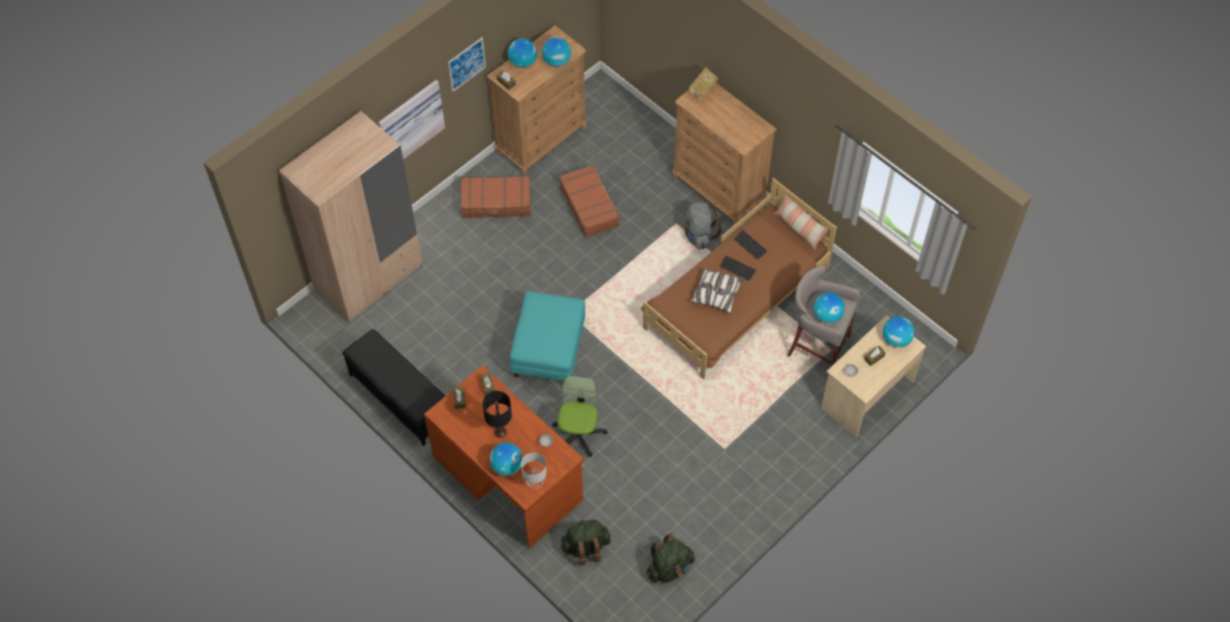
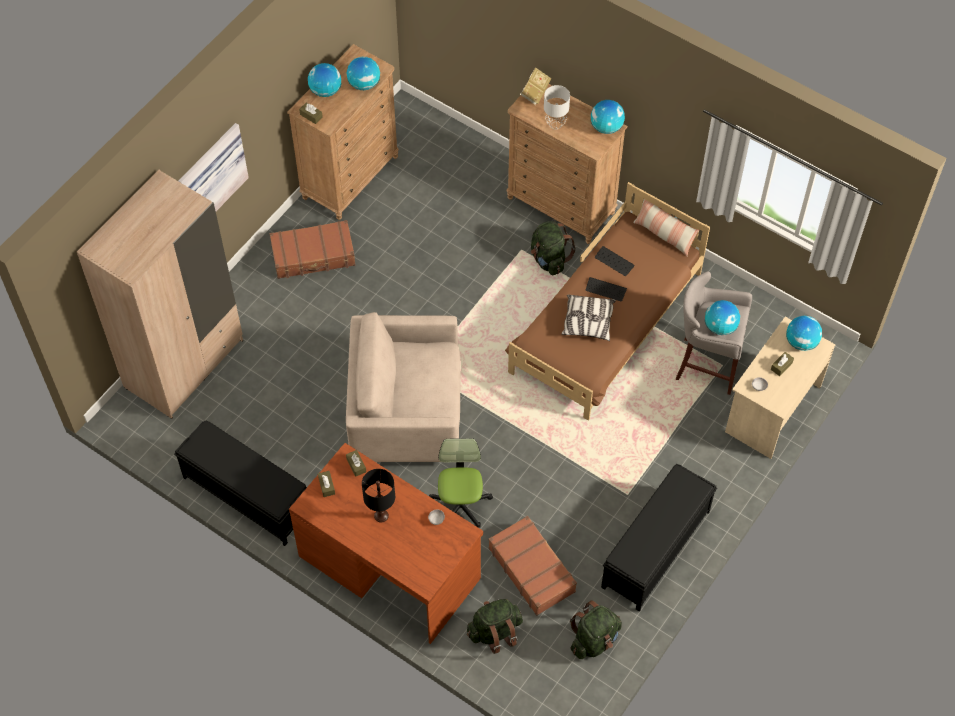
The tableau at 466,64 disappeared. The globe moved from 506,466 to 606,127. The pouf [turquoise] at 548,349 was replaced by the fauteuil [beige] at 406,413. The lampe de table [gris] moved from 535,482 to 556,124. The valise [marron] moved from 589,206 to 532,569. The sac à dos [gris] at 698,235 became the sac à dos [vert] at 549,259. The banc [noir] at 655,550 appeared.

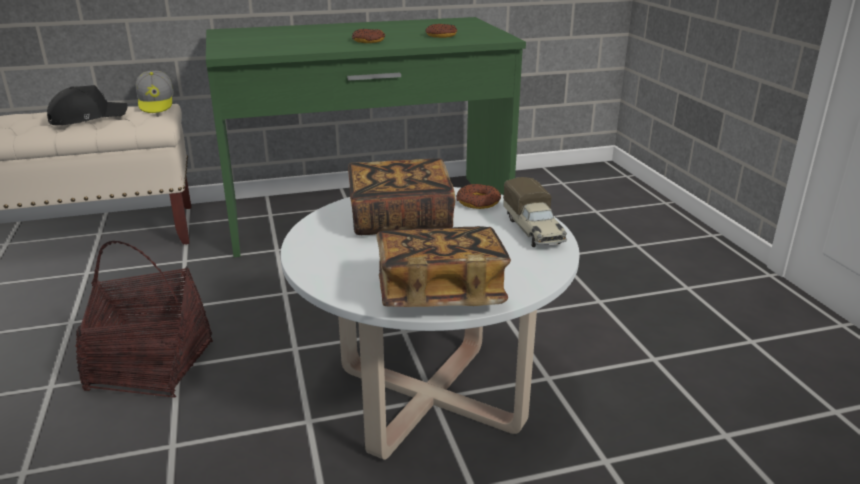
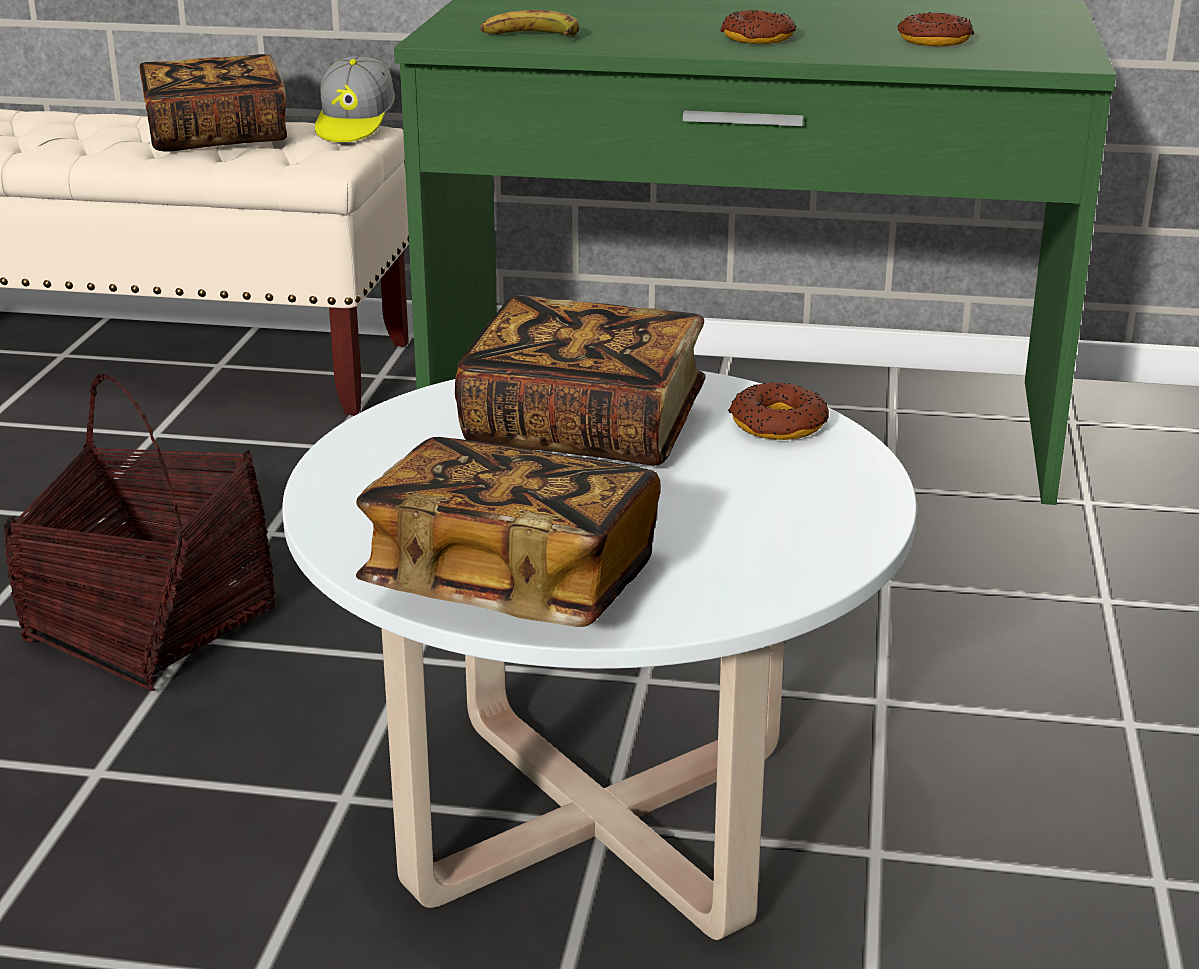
The casquette [noir] at 87,117 was replaced by the livre at 217,136. The camion jouet at 534,231 disappeared. The banane at 530,36 appeared.

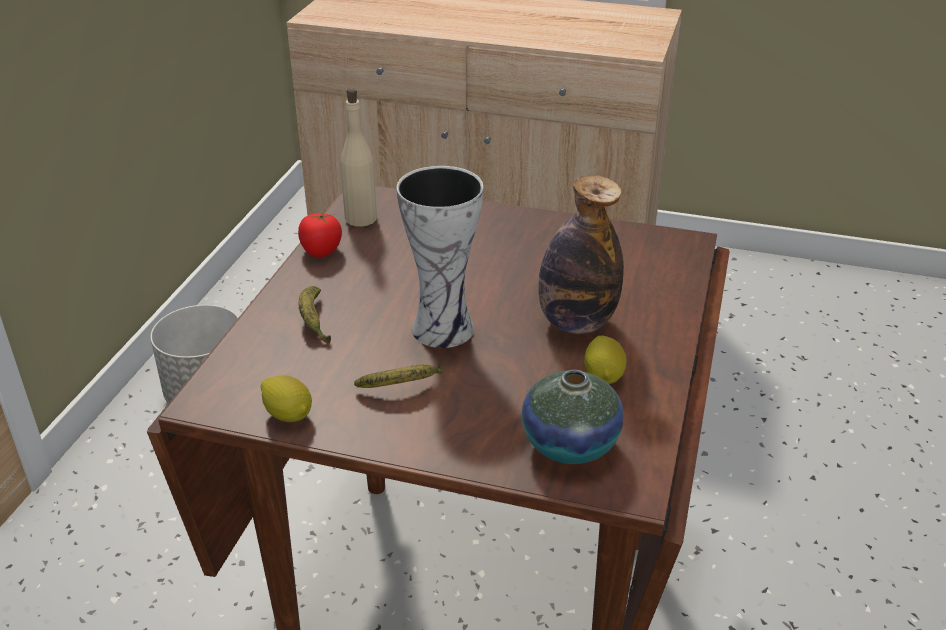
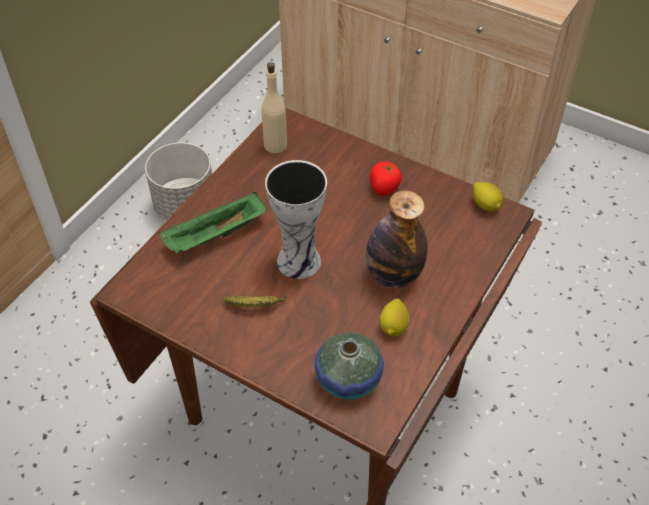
The citron moved from 288,415 to 485,205. The tomate moved from 321,250 to 384,188. The banane at 314,321 was replaced by the plateau [vert] at 215,236.

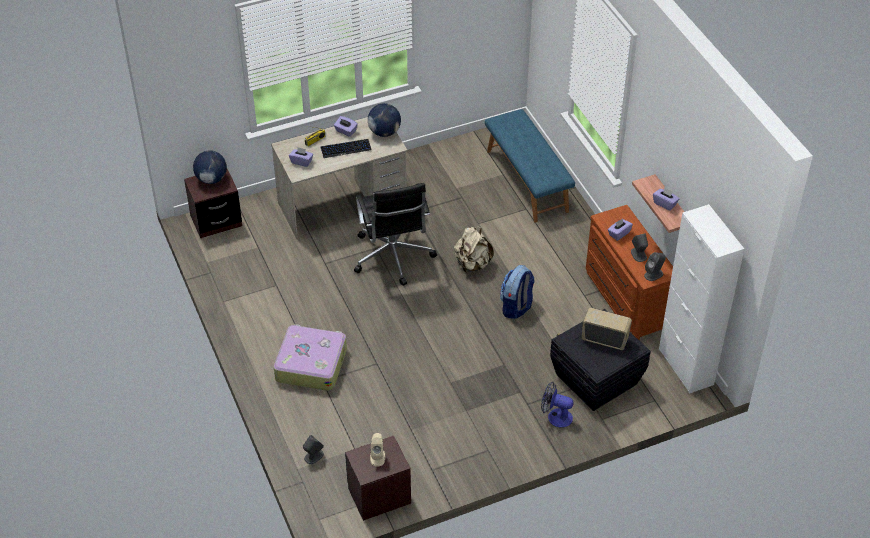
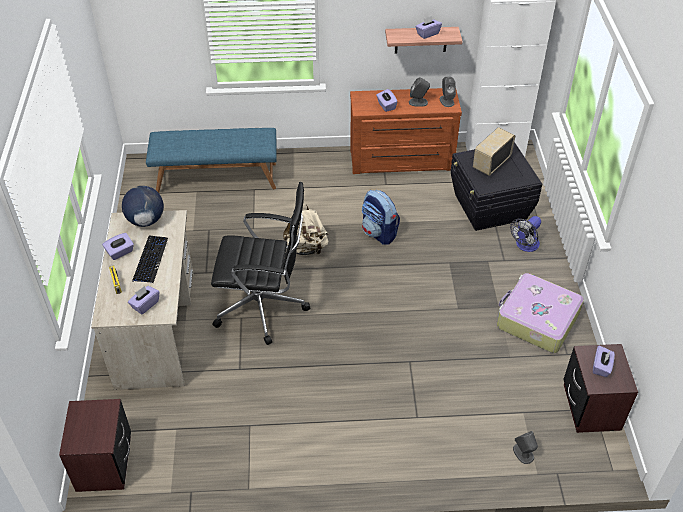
The globe at 211,179 disappeared. The valise moved from 311,364 to 536,320. The enceinte [beige] at 377,457 was replaced by the boîte à mouchoirs [violet] at 601,367.

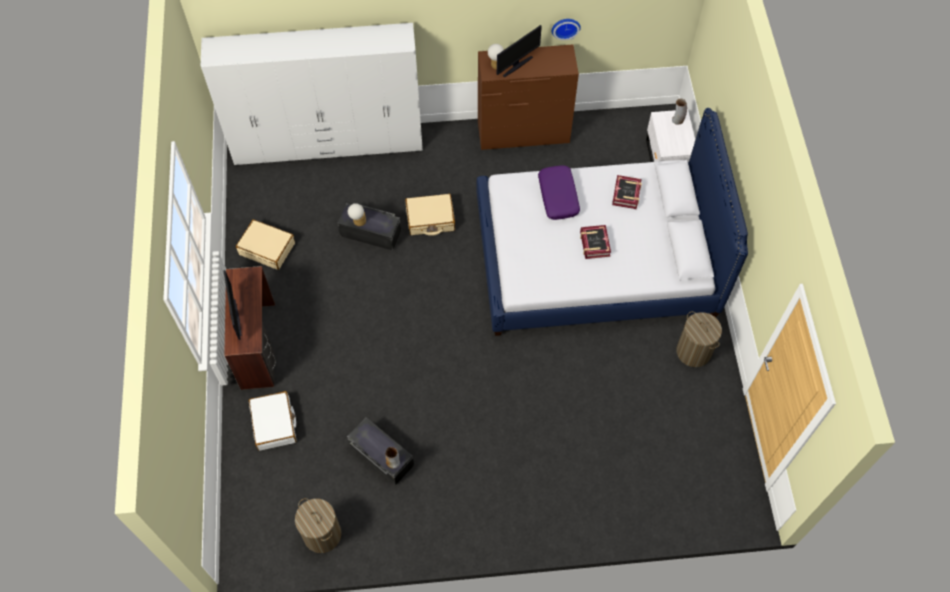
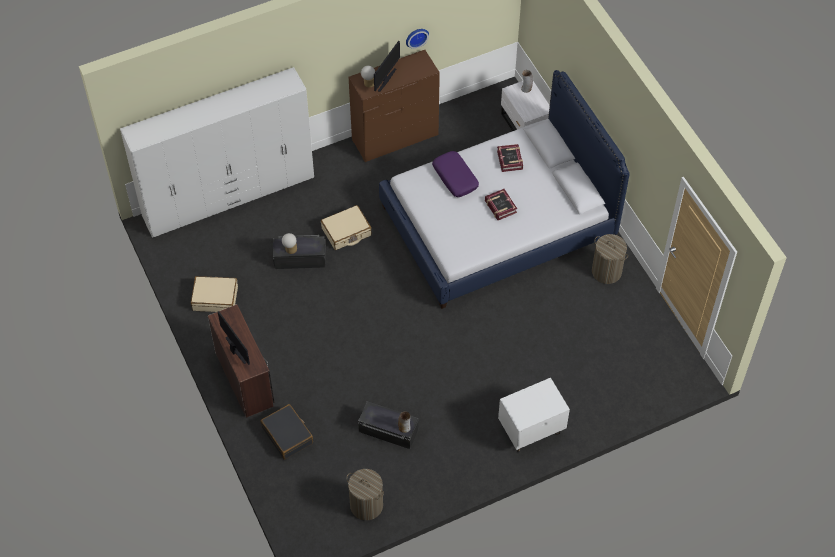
The valise [blanc] at 274,424 became the valise [noir] at 287,435. The table de chevet [blanc] at 531,431 appeared.

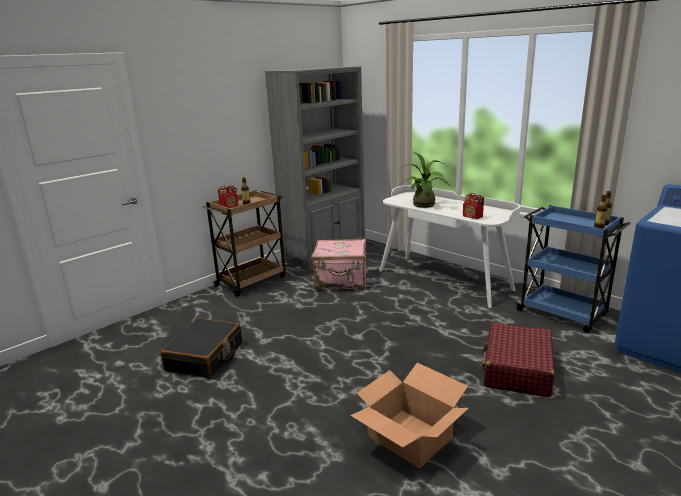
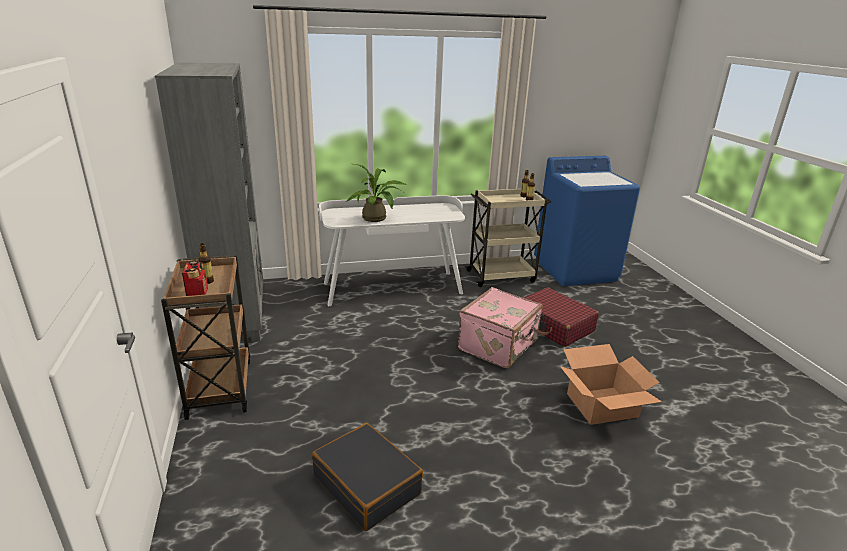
The valise [rose] moved from 341,281 to 499,346. The radio at 472,217 disappeared. The chariot [bleu] at 563,313 became the chariot [beige] at 502,276.

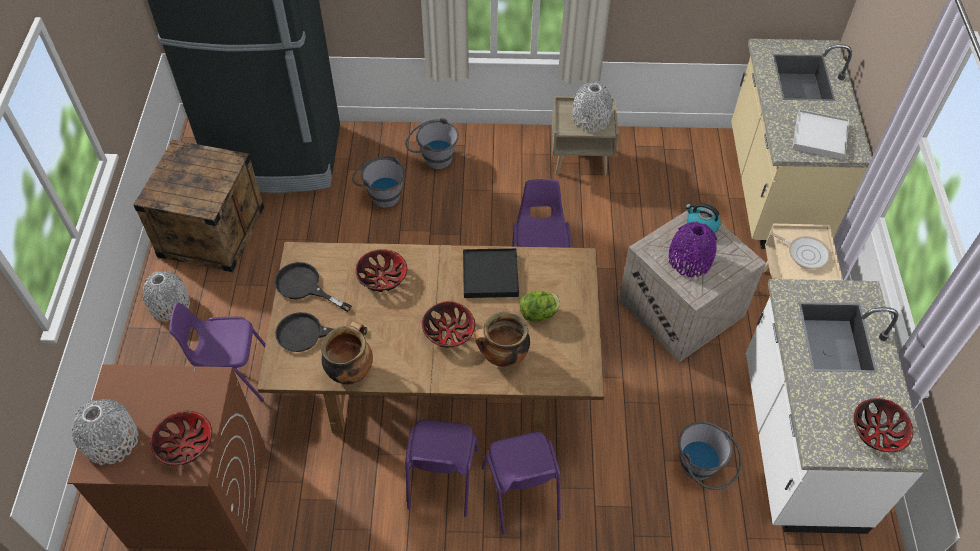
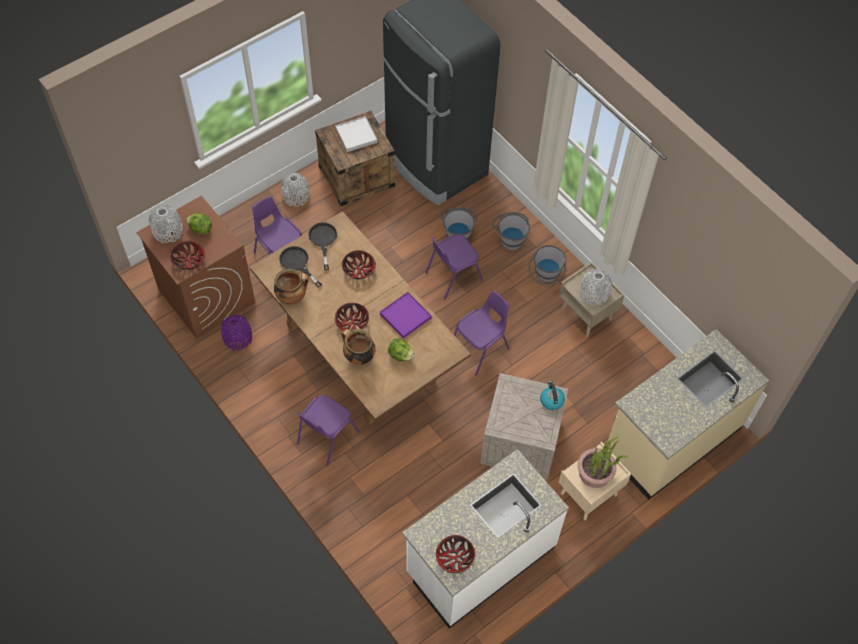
The chaise [violet] moved from 441,479 to 453,276. The plateau [noir] at 490,275 became the plateau [violet] at 405,316. The vase [violet] moved from 689,260 to 238,338. The seau [gris] moved from 702,470 to 545,277. The poêle at 805,253 was replaced by the plante en pot at 595,473. The plateau [blanc] moved from 819,136 to 356,135. The laitue at 200,229 appeared.

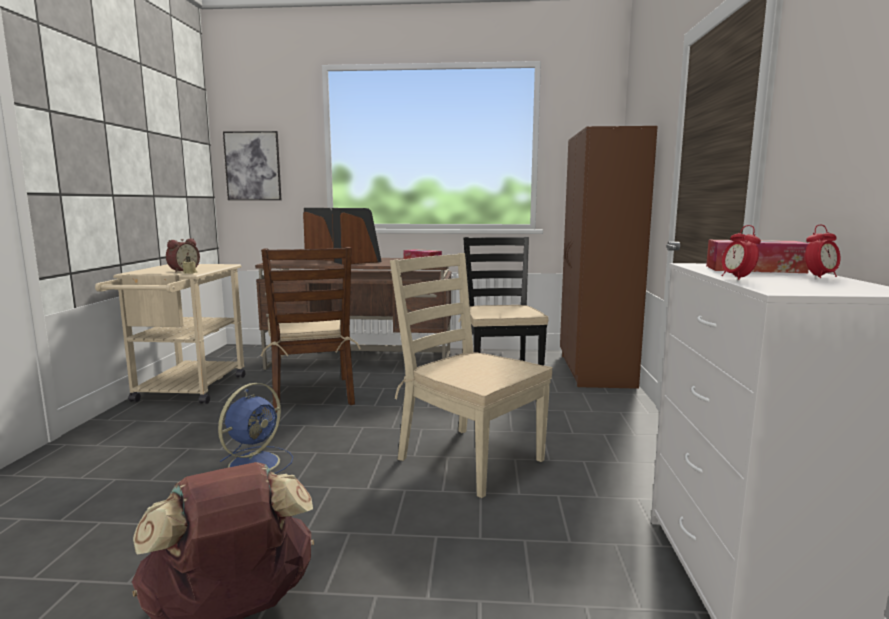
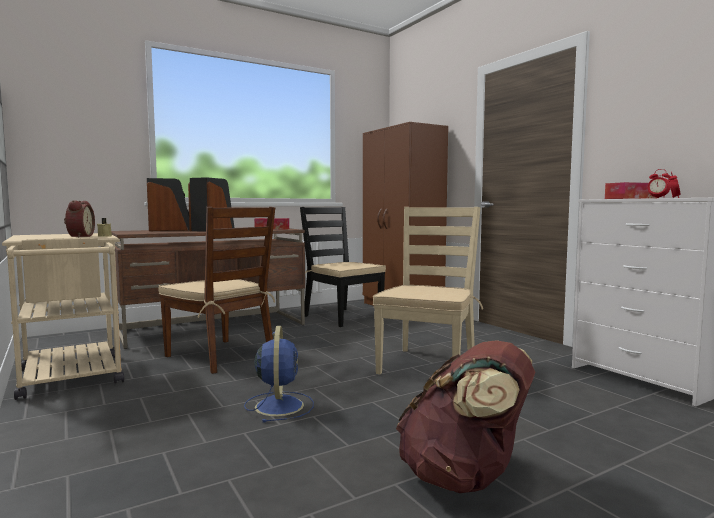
The tableau at 253,166 disappeared. The chaise [beige] at 469,459 turned 105 degrees clockwise.

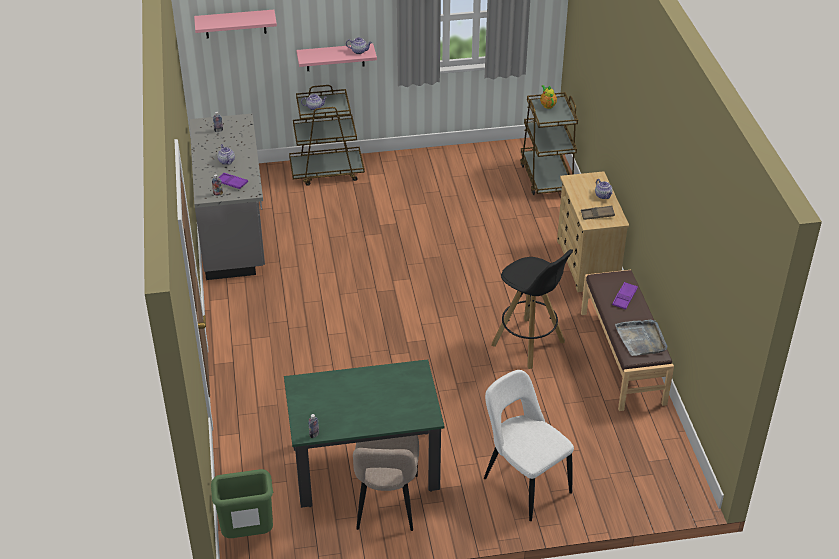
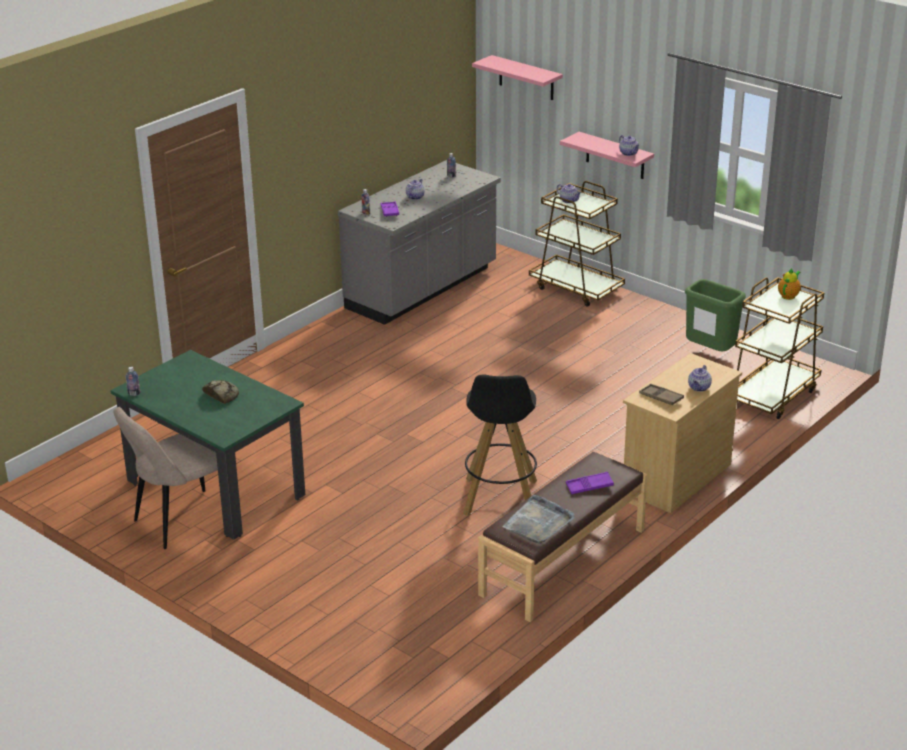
The poubelle [vert] moved from 247,535 to 709,353. The chaise [blanc] at 524,483 disappeared. The pain at 221,395 appeared.

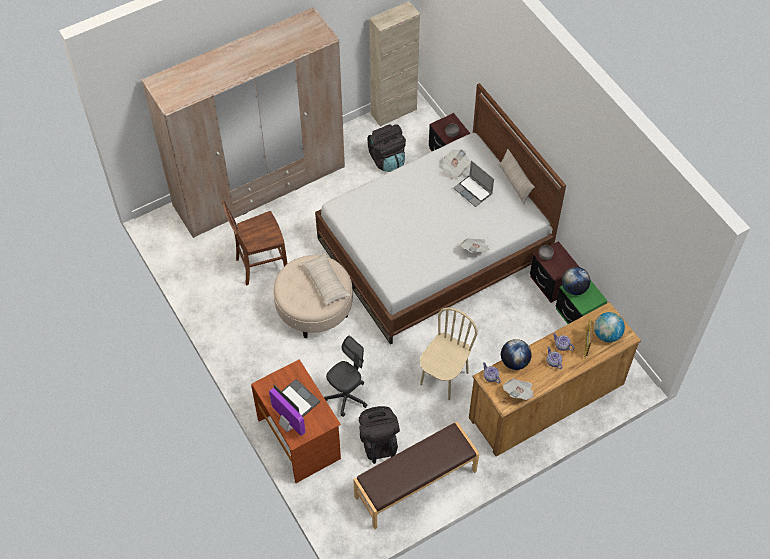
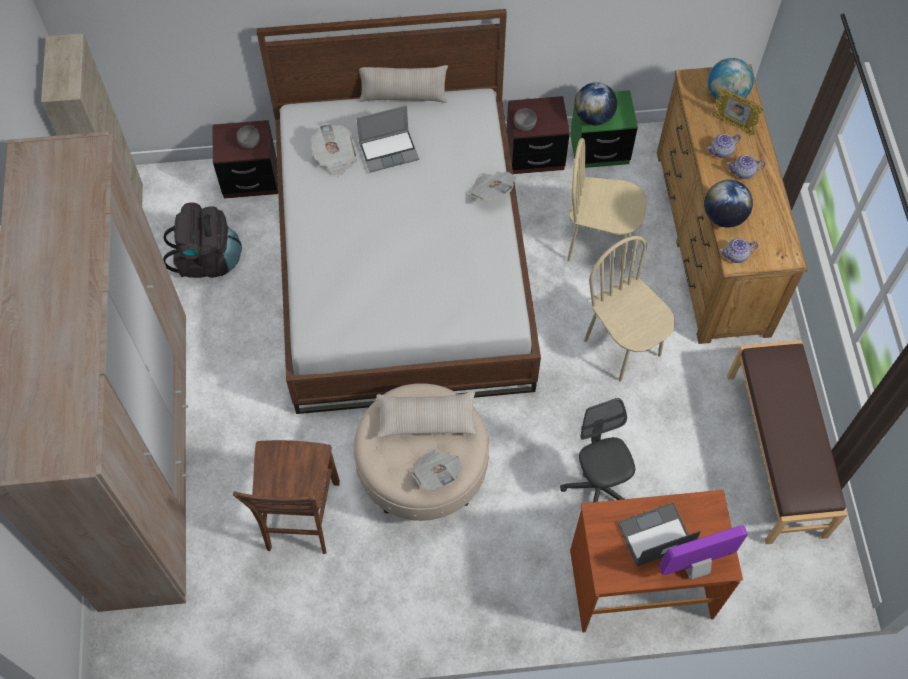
The sac à dos [noir] at 378,441 disappeared. The journal moved from 518,392 to 436,473. The chaise [beige] at 598,243 appeared.

